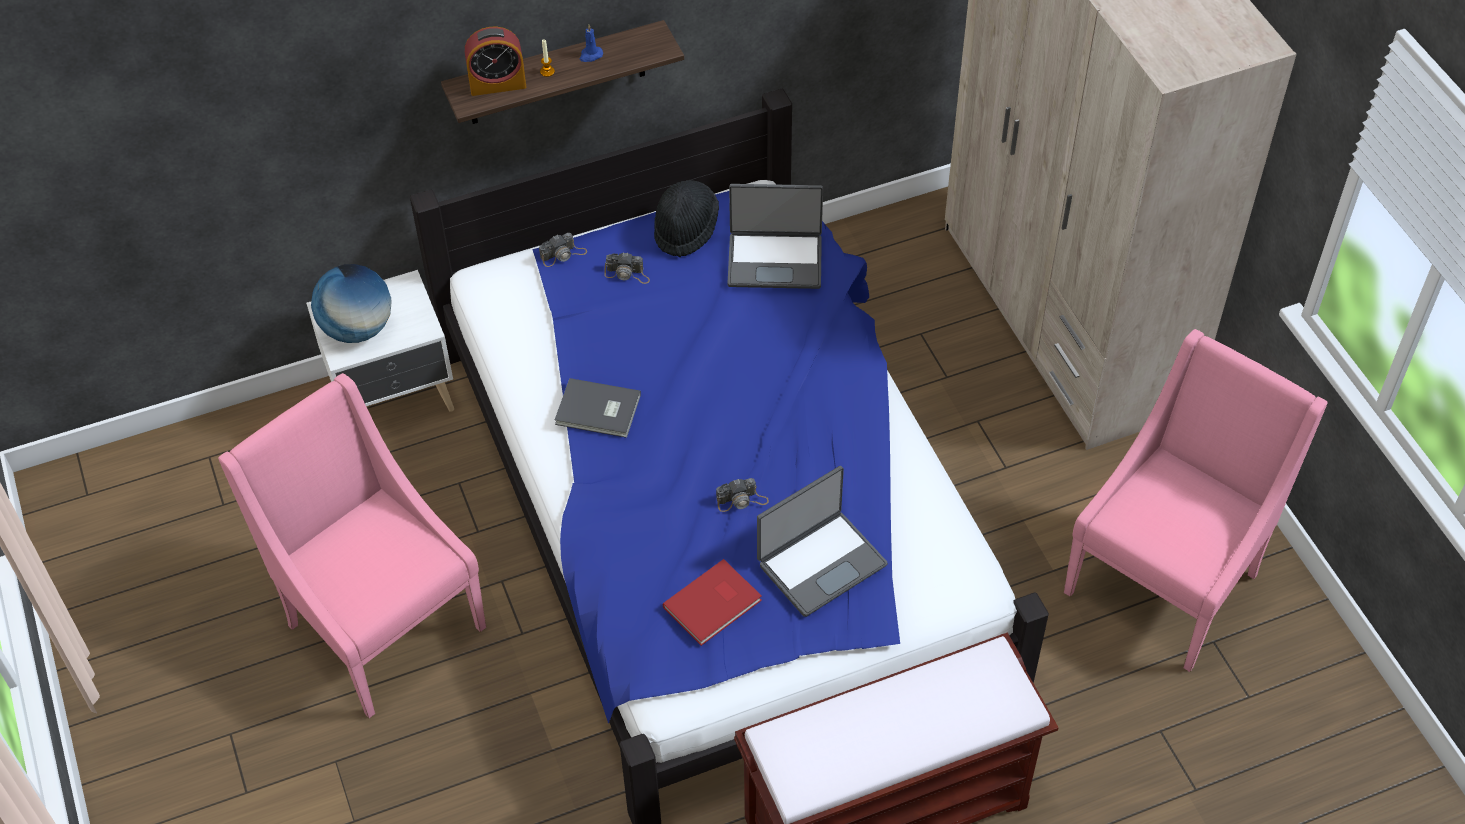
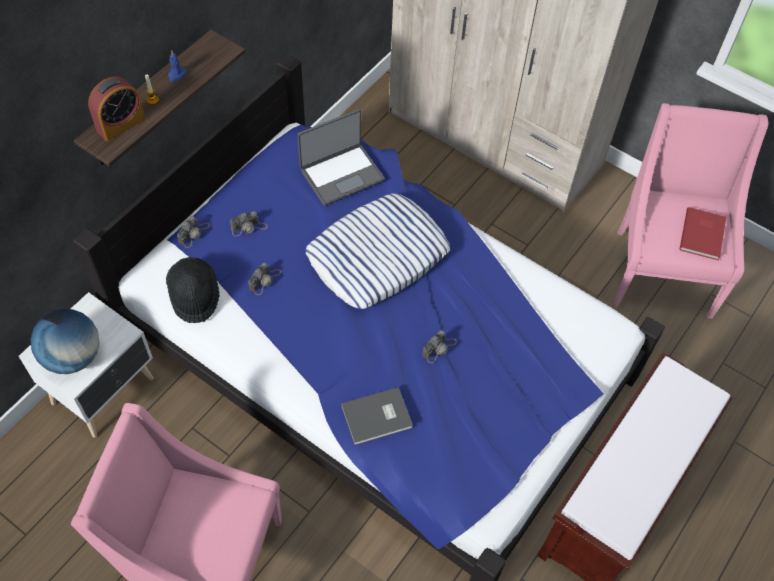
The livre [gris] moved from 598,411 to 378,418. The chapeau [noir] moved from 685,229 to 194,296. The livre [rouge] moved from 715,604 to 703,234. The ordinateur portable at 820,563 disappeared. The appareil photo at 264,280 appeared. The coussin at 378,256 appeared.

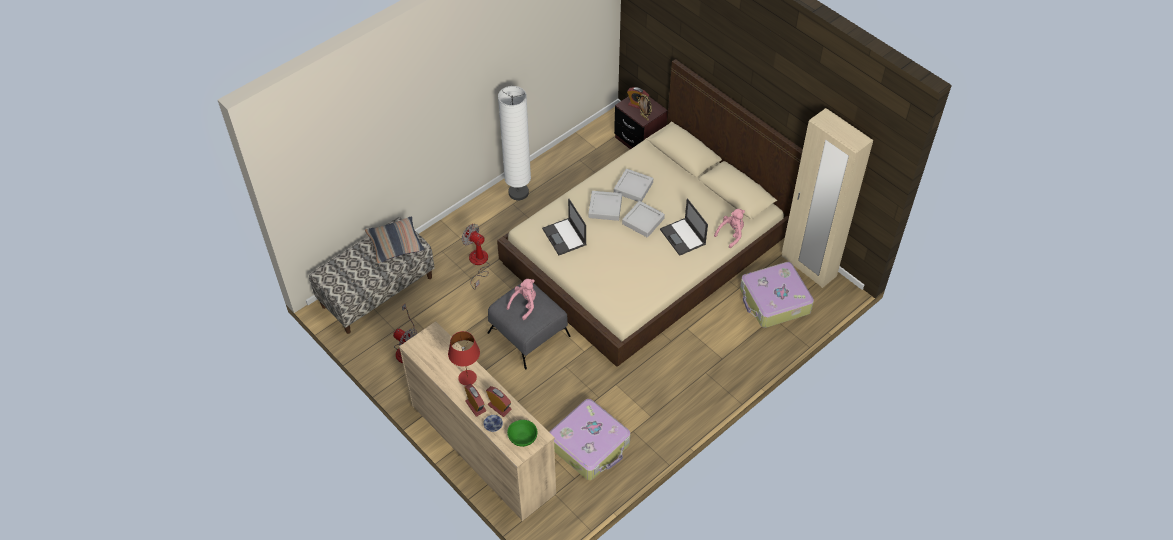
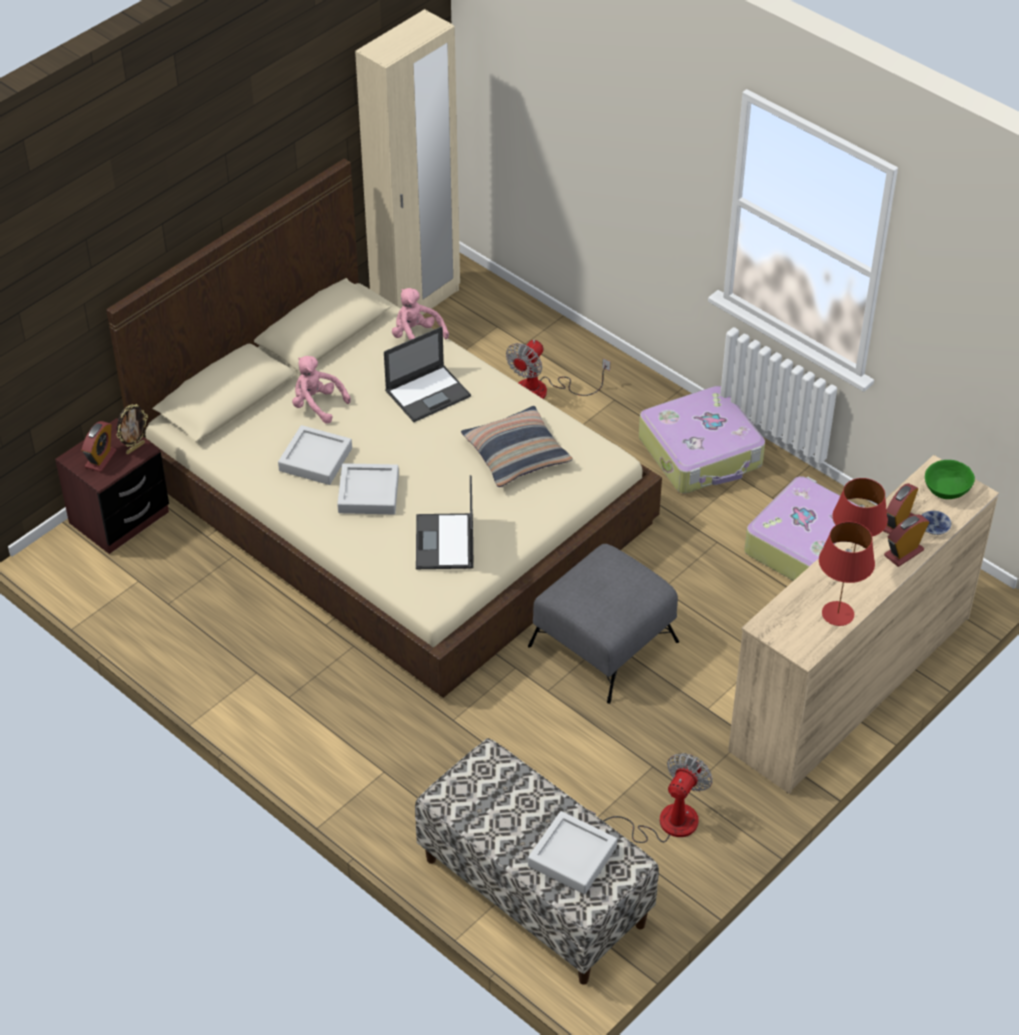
The coussin moved from 395,244 to 516,455. The ventilateur moved from 478,263 to 543,391. The lampadaire [blanc] at 518,193 disappeared. The peluche [rose] moved from 524,304 to 317,405. The ordinateur portable at 564,237 turned 120 degrees clockwise. The plateau [gris] moved from 643,221 to 572,856. The valise moved from 774,301 to 701,453. The lampe de table [rouge] at 837,614 appeared.

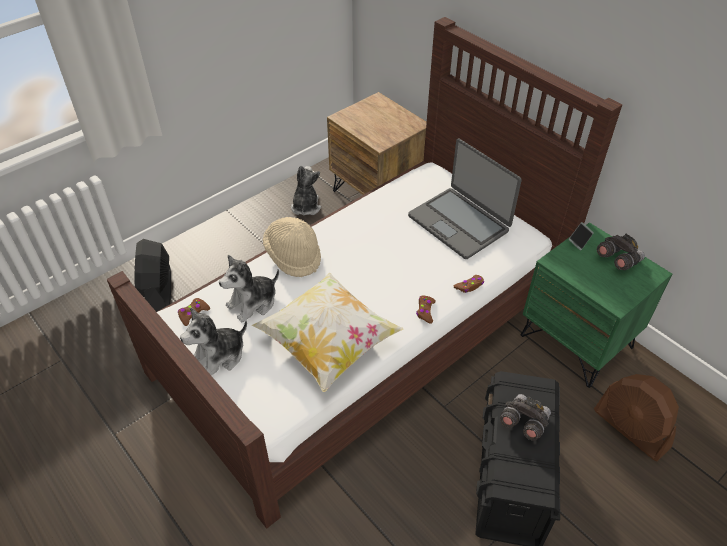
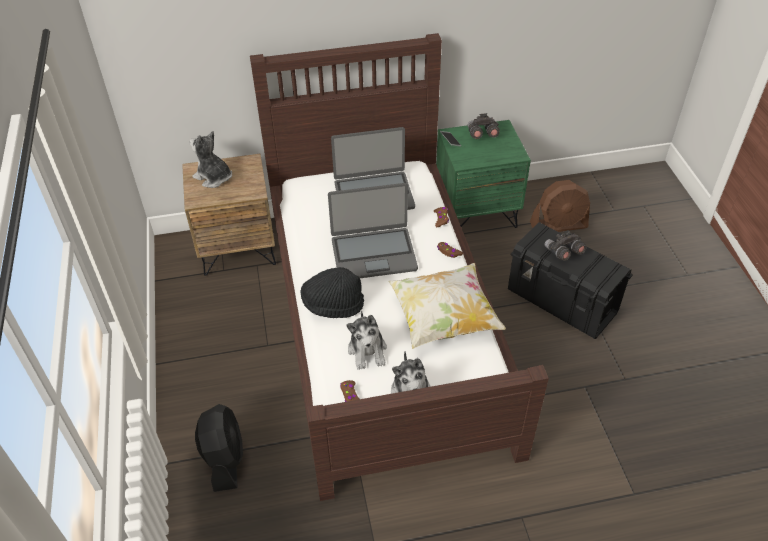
The ventilateur [noir] at 159,292 turned 120 degrees counterclockwise. The chapeau [beige] at 294,256 became the chapeau [noir] at 332,305. The peluche moved from 306,207 to 213,177. The ordinateur portable at 373,254 appeared.

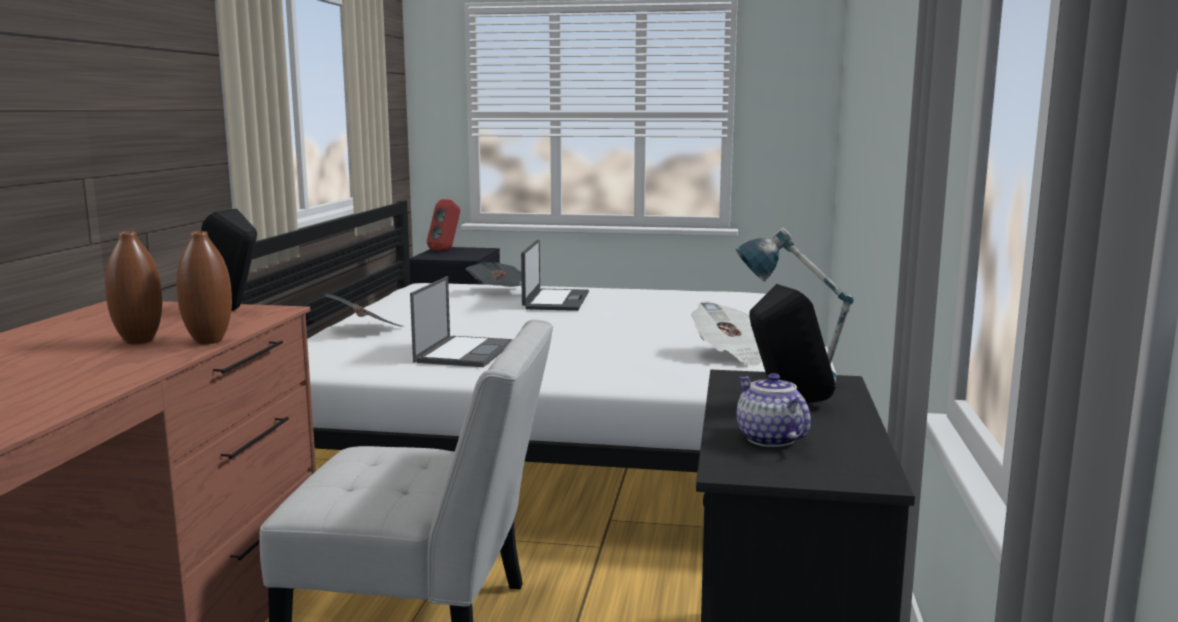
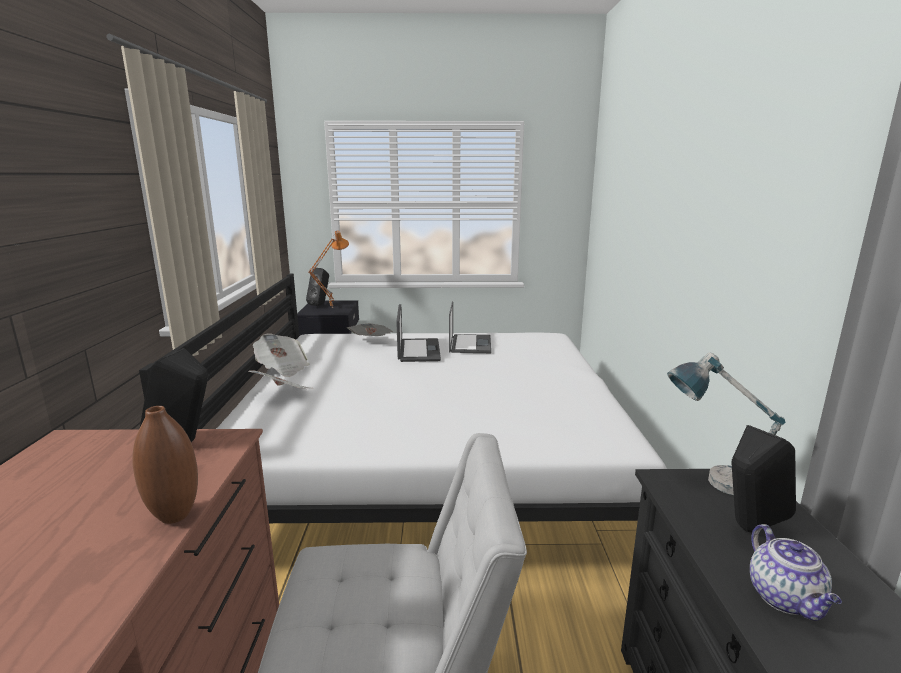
The vase [marron] at 139,341 disappeared. The ordinateur portable moved from 464,352 to 470,344. The enceinte [rouge] at 446,250 became the enceinte [noir] at 320,304. The journal moved from 732,355 to 282,368. The théière at 768,438 turned 150 degrees counterclockwise. The lampe de table [orange] at 331,307 appeared.

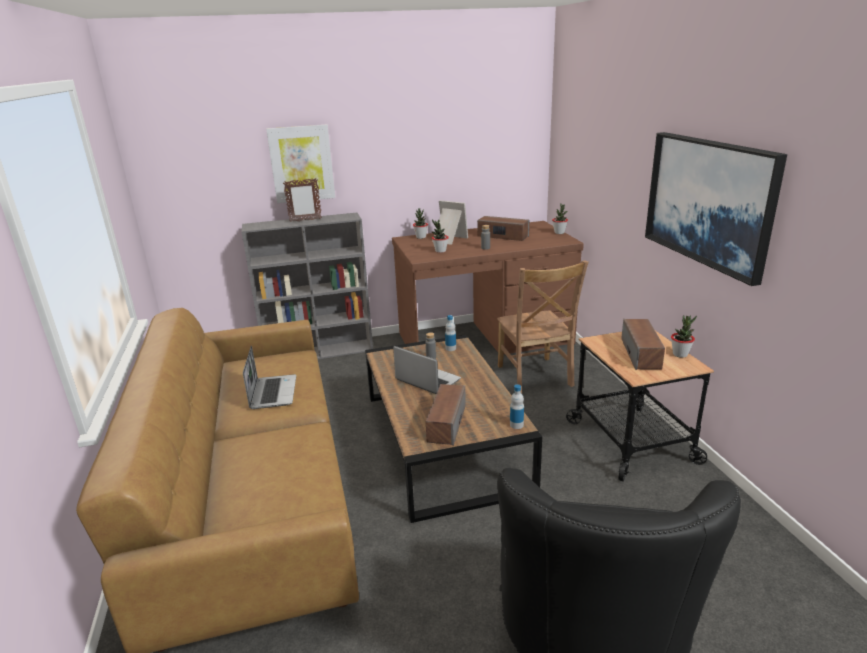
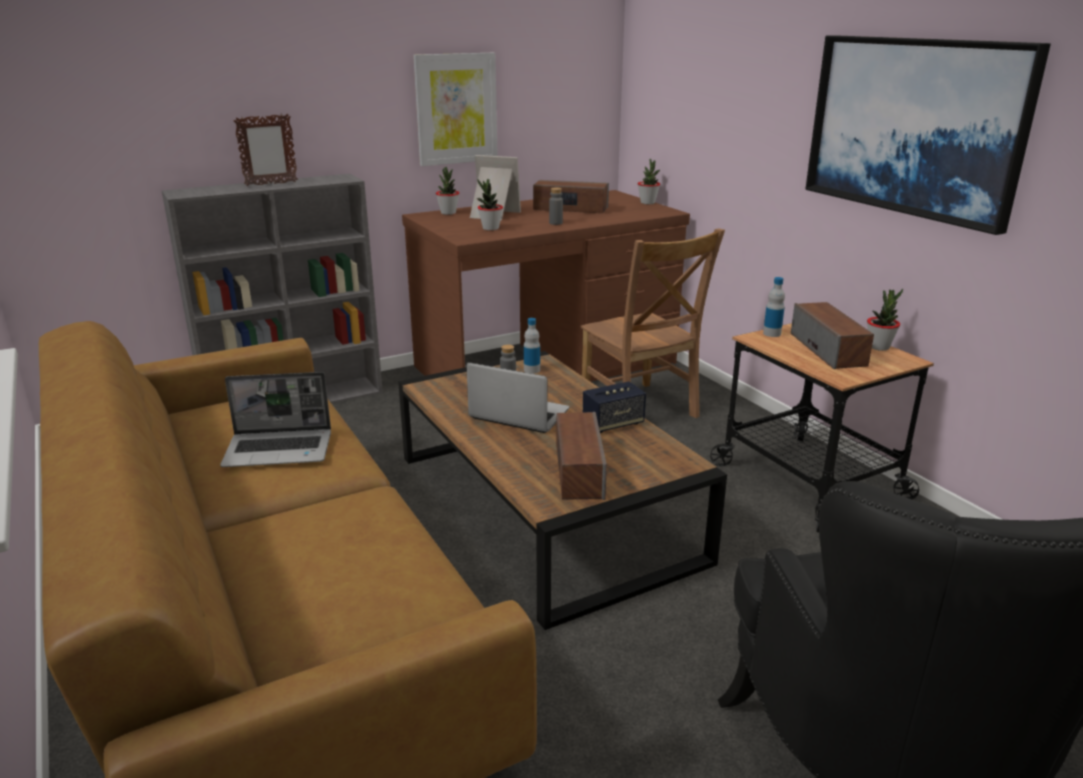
The ordinateur portable at 273,392 turned 105 degrees clockwise. The tableau moved from 301,164 to 456,109. The bouteille moved from 516,425 to 772,333. The enceinte at 613,424 appeared.

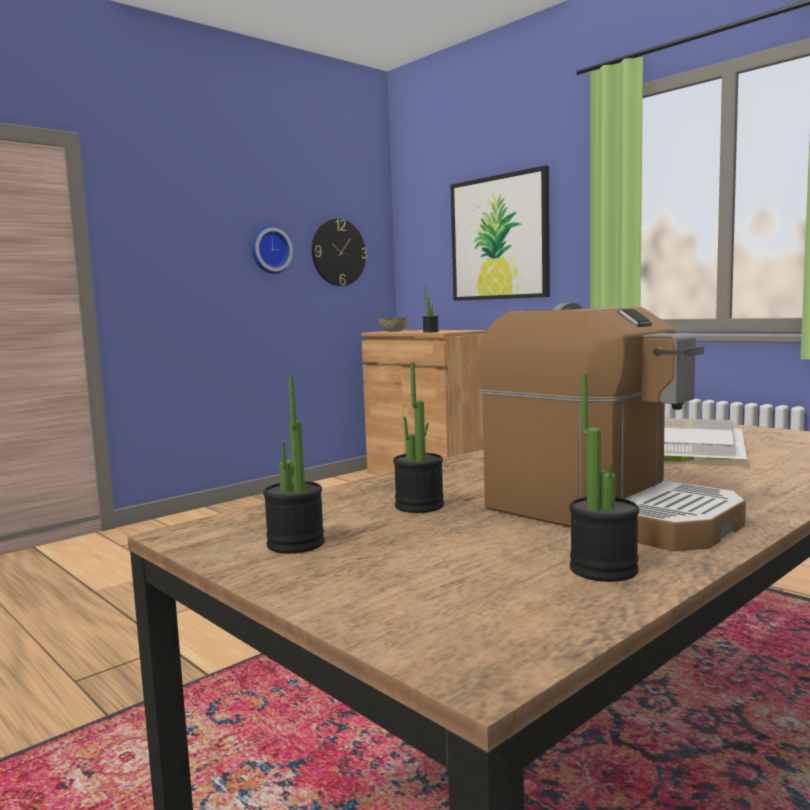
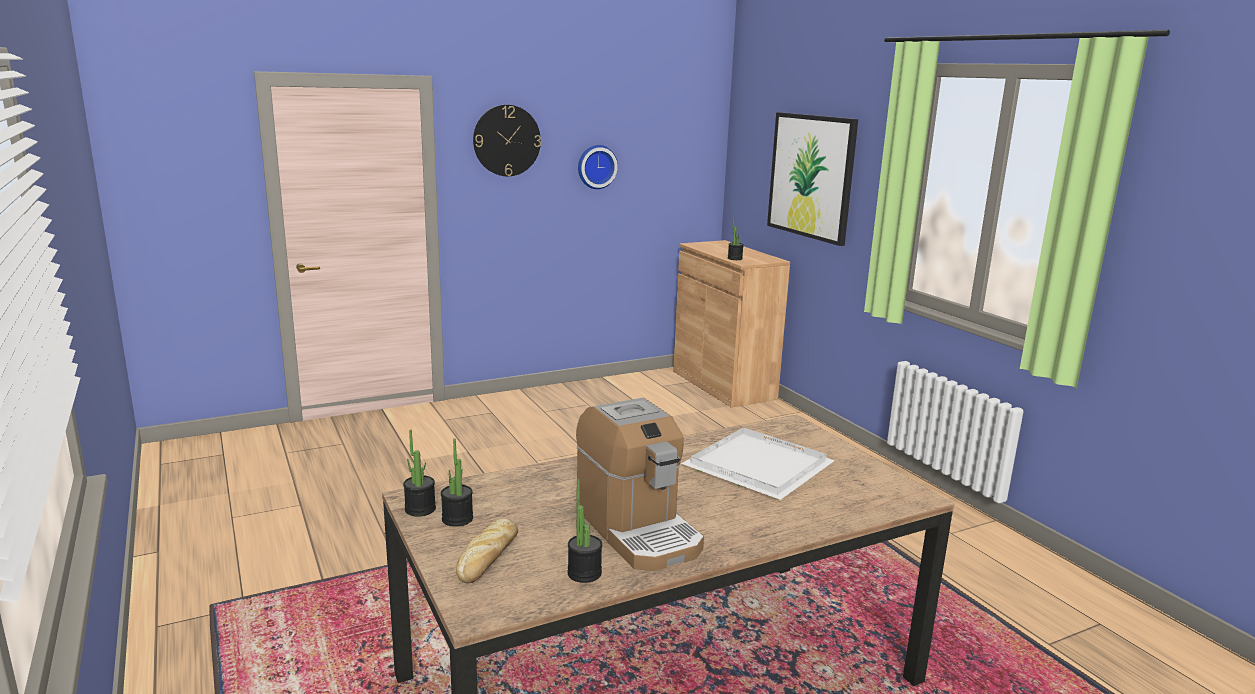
The horloge murale moved from 338,252 to 506,140. The bol at 394,331 disappeared. The plante en pot moved from 419,506 to 420,509. The pain at 488,558 appeared.

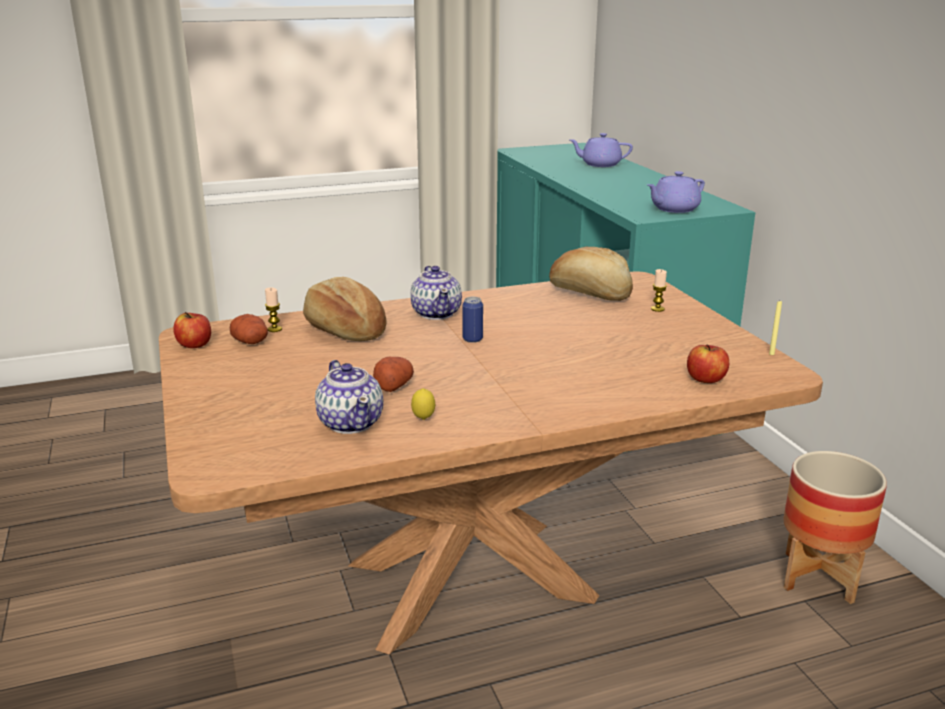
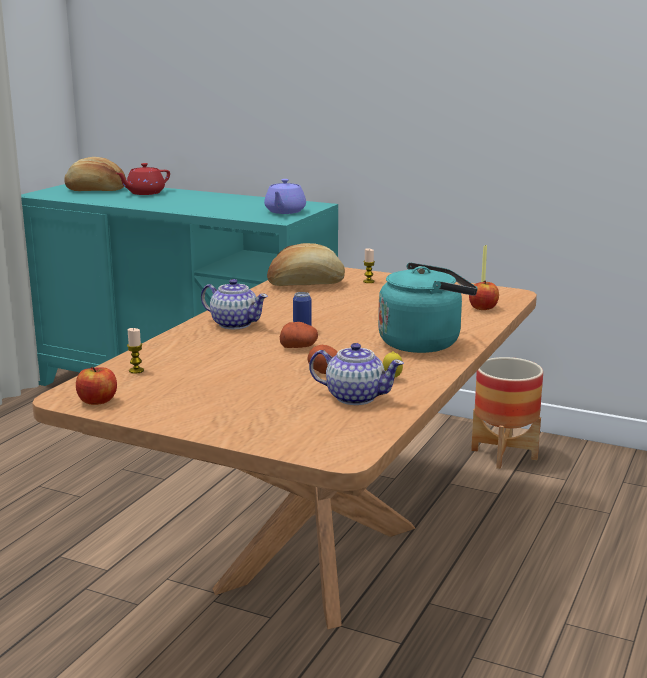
The pomme de terre moved from 251,342 to 299,347. The pain moved from 344,330 to 95,190. The théière [violet] at 600,164 became the théière [rouge] at 144,193. The bouilloire [turquoise] at 424,343 appeared.

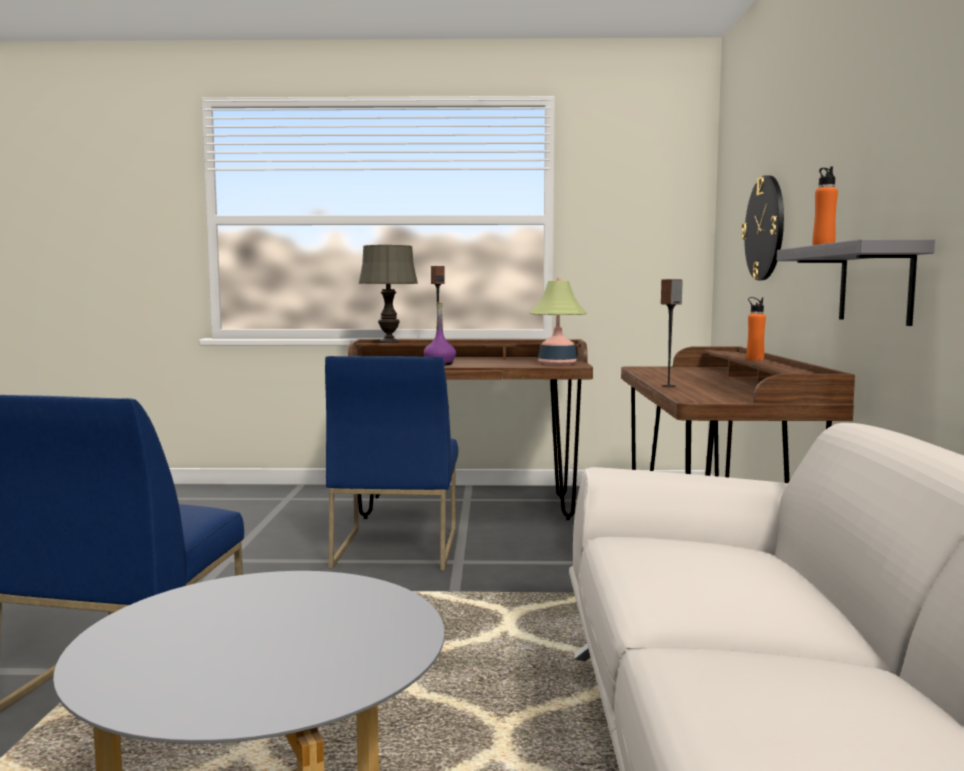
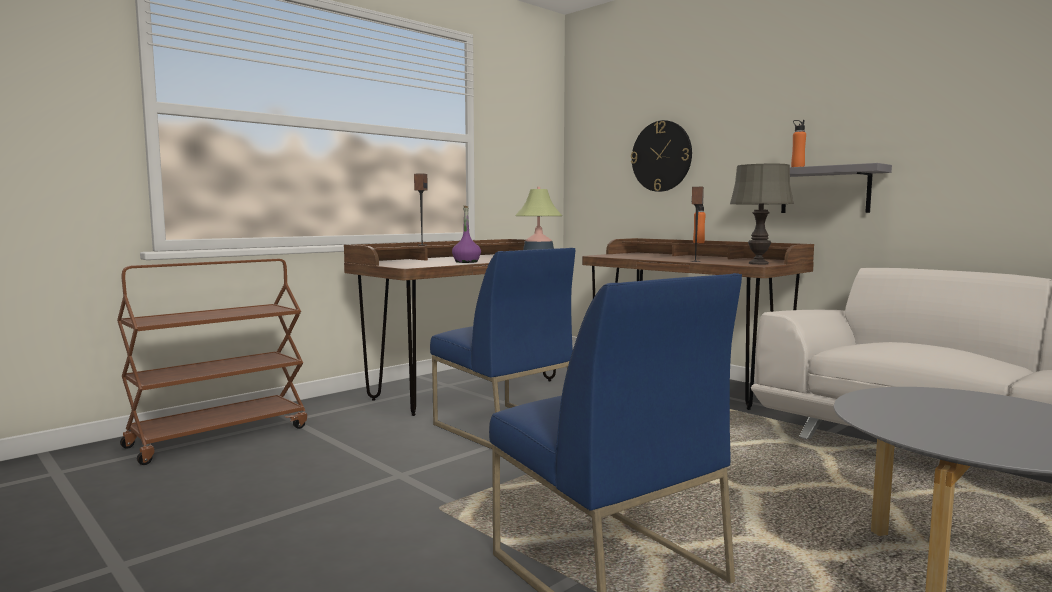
The lampe de table [gris] moved from 389,342 to 758,263. The chariot [marron] at 219,436 appeared.

